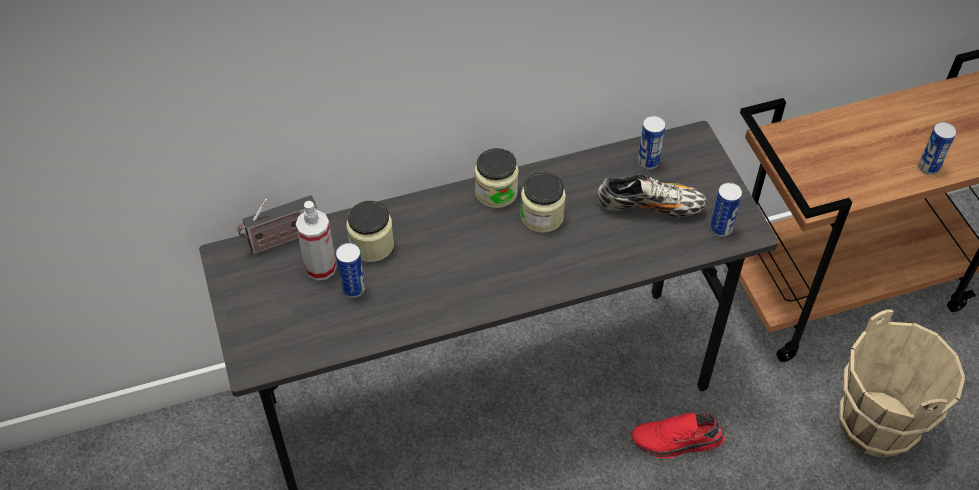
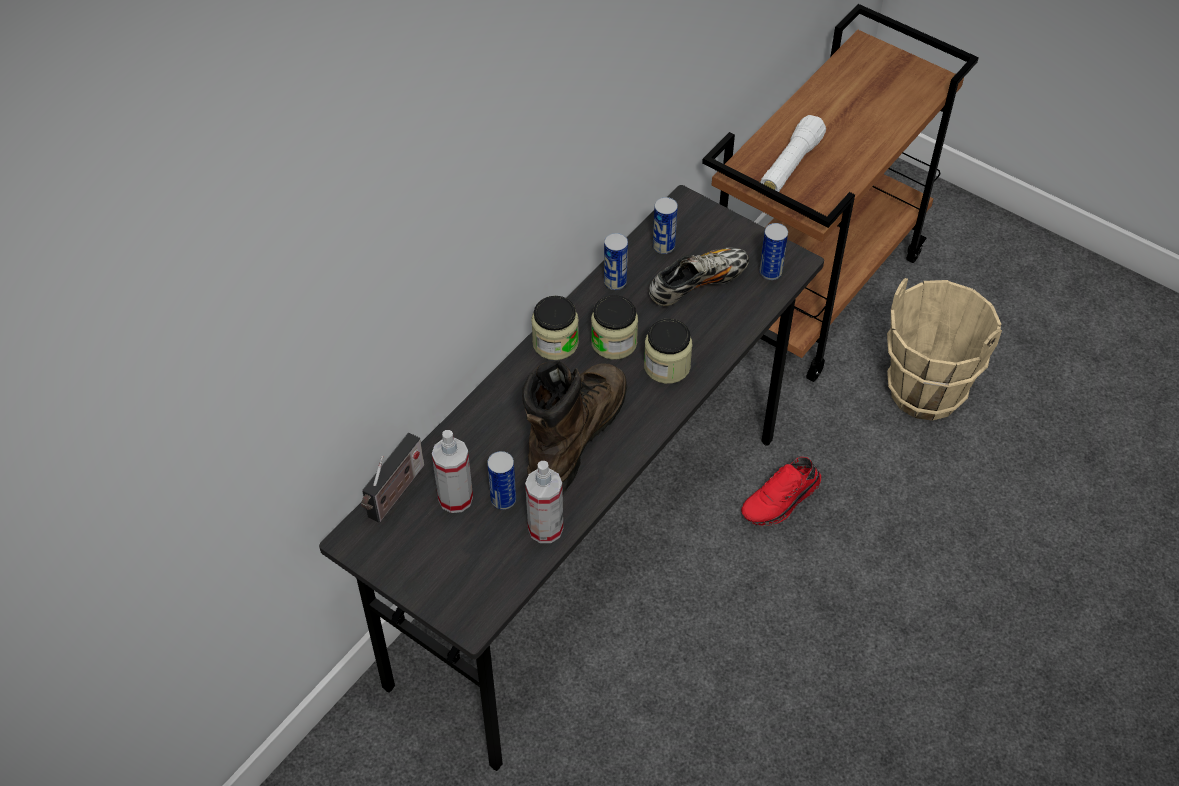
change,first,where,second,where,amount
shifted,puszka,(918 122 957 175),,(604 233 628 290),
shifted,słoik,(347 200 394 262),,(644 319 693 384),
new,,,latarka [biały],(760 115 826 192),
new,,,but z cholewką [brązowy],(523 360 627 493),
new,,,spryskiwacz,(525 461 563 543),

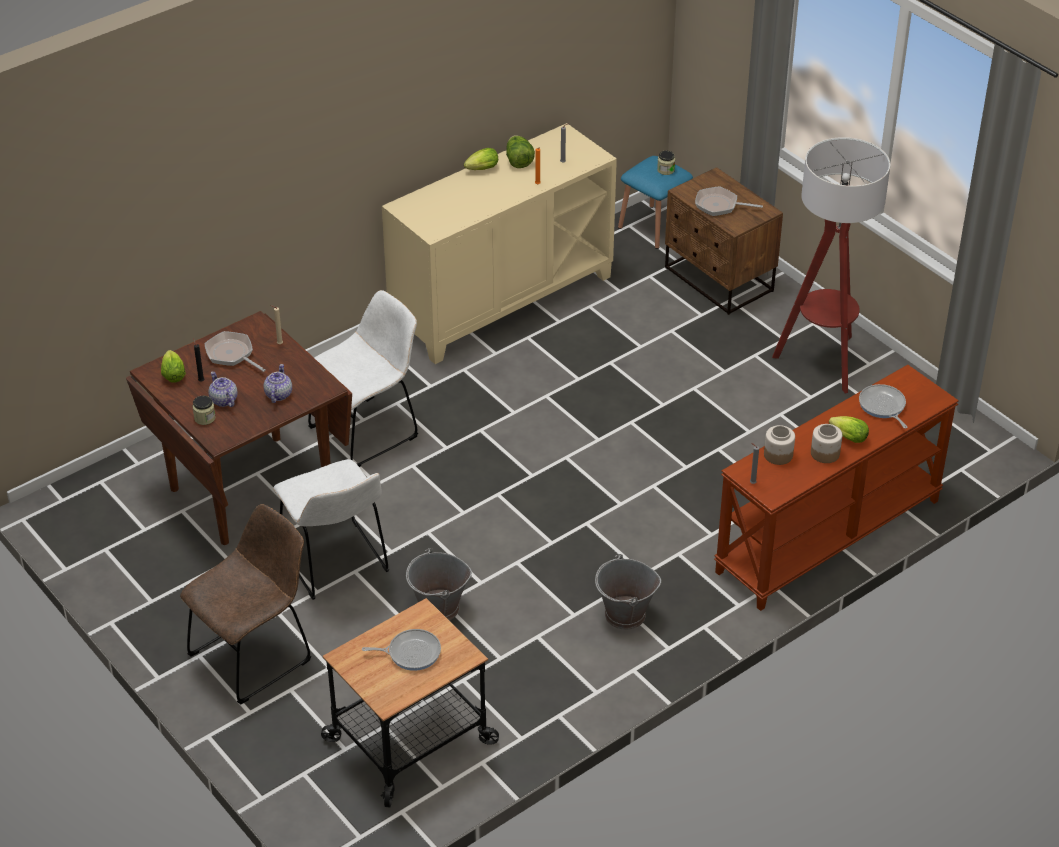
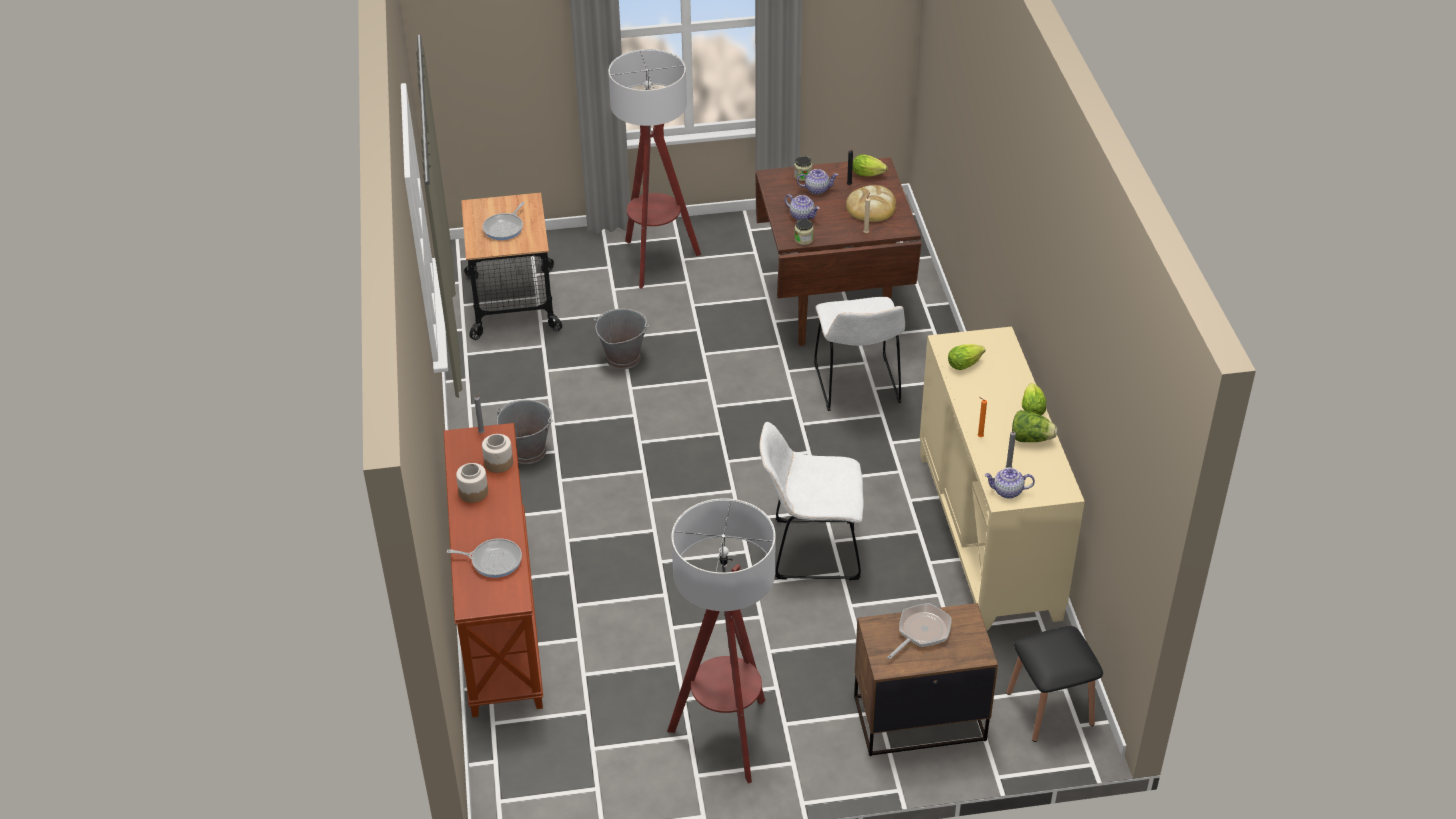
change,first,where,second,where,amount
shifted,słoik,(657 151 675 175),,(795 219 814 245),
repainted,stołek [niebieski],(618 156 693 249),stołek [czarny],(1006 626 1103 742),
swapped,patelnia,(205 331 266 372),chleb,(846 185 896 222),
shifted,sałata,(829 416 869 443),,(948 344 985 370),
shifted,krzesło [biały],(273 459 389 600),,(760 422 864 580),
swapped,krzesło [brązowy],(180 504 311 705),lampa stojąca,(608 49 701 289),
new,,,imbryk,(984 468 1035 499),

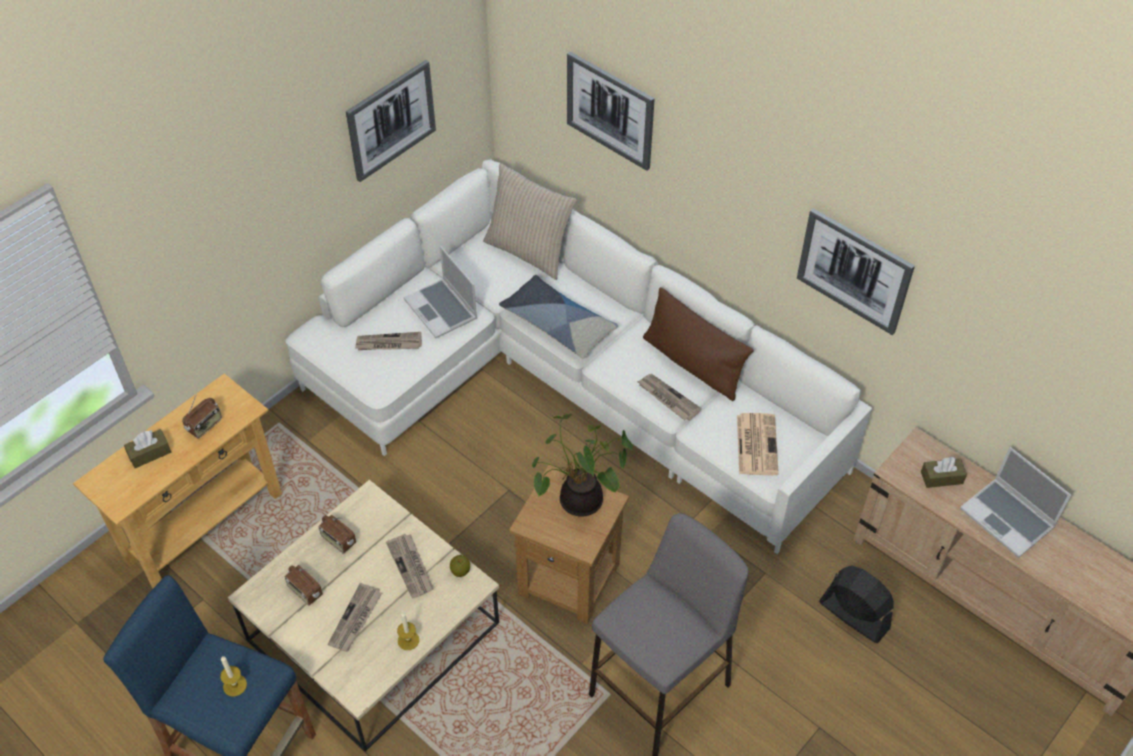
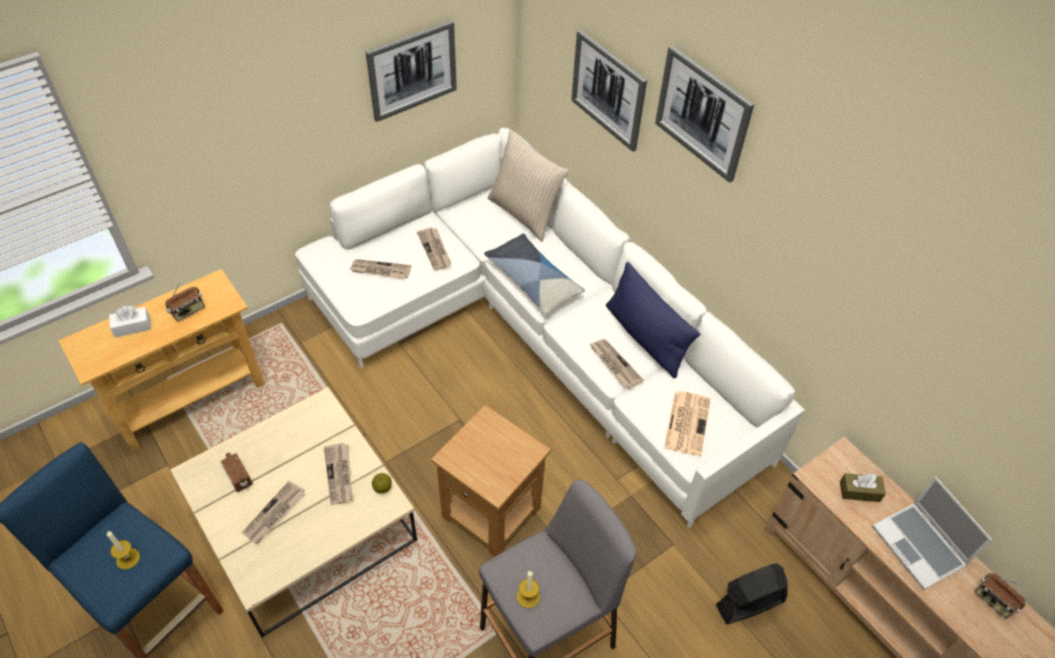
change,first,where,second,where,amount
shifted,obraz,(797 208 915 335),,(655 45 754 183),
swapped,laptop,(404 246 477 338),gazeta,(417 227 451 270),
repainted,poduszka [brązowy],(643 287 754 401),poduszka [niebieski],(606 262 700 378),
gone,roślina doniczkowa,(532 414 633 516),,,
repainted,pudełko chusteczek [brązowy],(124 429 171 468),pudełko chusteczek [biały],(109 306 151 338),
shifted,radio,(318 515 356 554),,(975 573 1025 619),
rotated,wentylator [czarny],(819 565 894 643),,(716 563 788 624),75 degrees counterclockwise
shifted,świeca,(397 612 419 650),,(517 571 540 608),

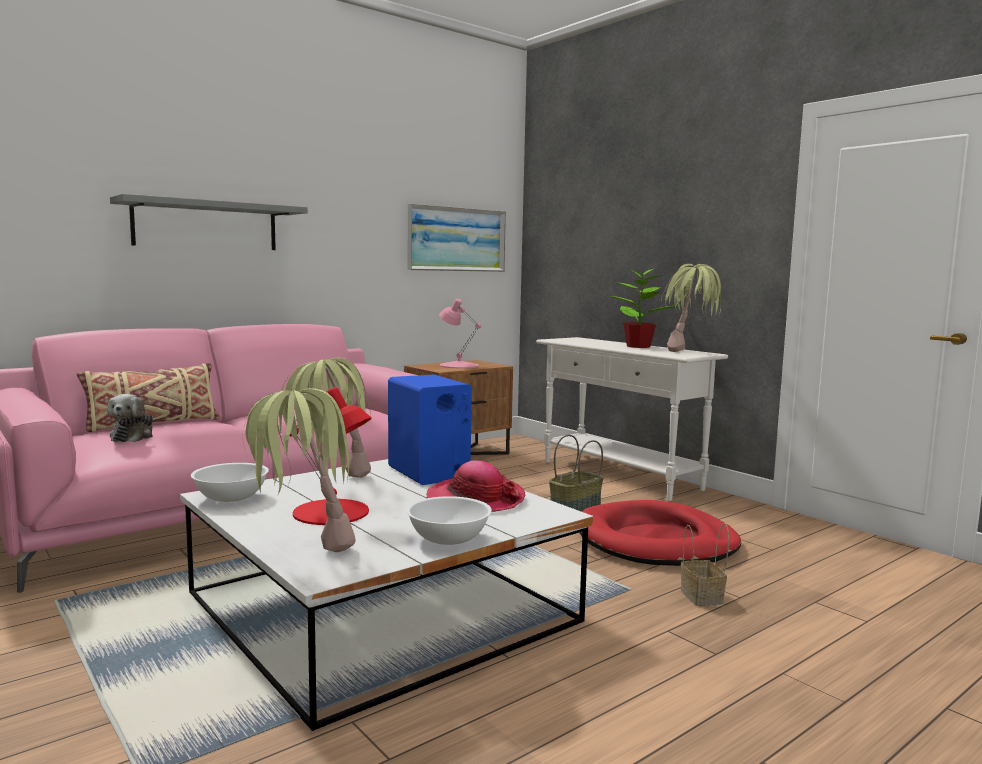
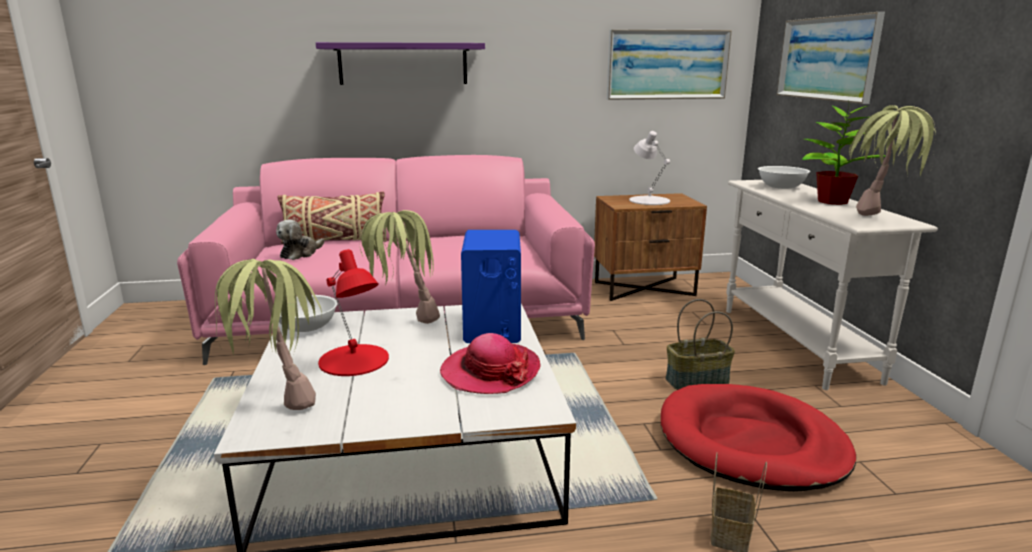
change,first,where,second,where,amount
repainted,półka [szary],(110 194 308 250),półka [fioletowy],(316 42 485 85),
repainted,lampa stołowa [różowy],(439 299 481 368),lampa stołowa [biały],(629 131 670 205),
shifted,miska [biały],(406 496 492 545),,(758 166 810 189),
new,,,obraz,(777 12 885 104),

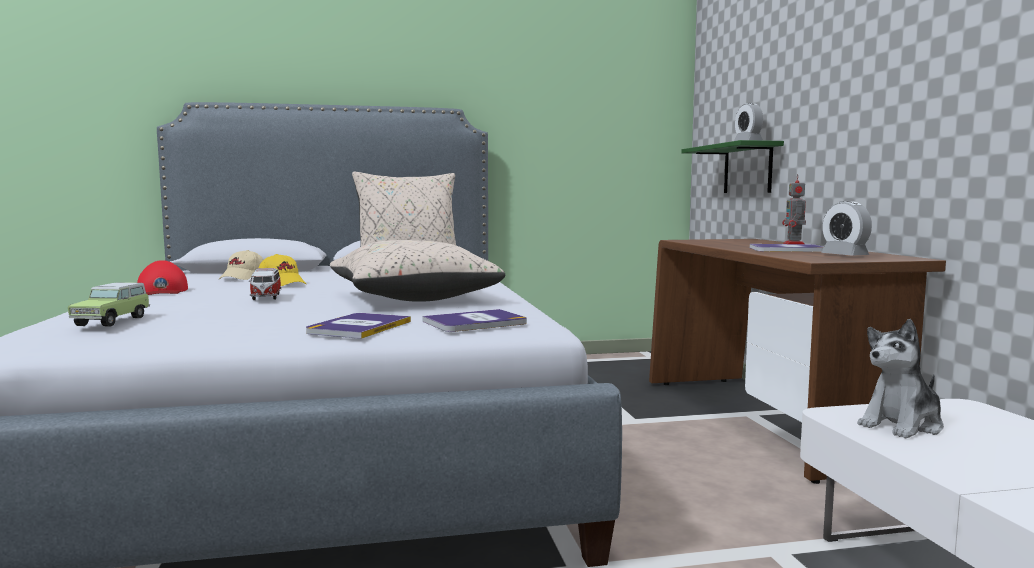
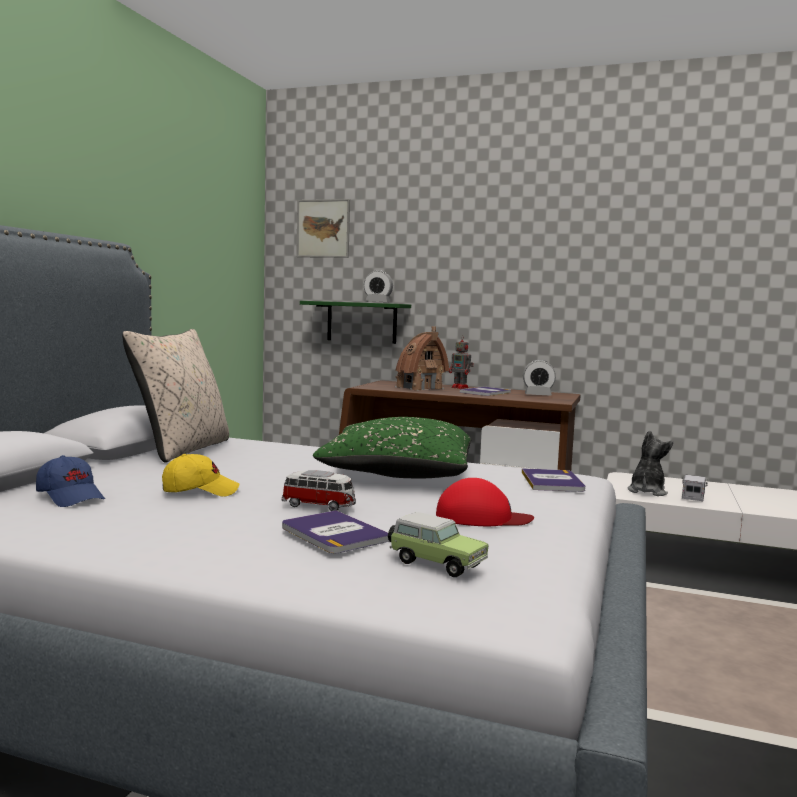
change,first,where,second,where,amount
repainted,poduszka [beżowy],(330 240 505 302),poduszka [zielony],(313 417 471 478),
repainted,czapka z daszkiem [beżowy],(219 250 263 280),czapka z daszkiem [niebieski],(36 455 105 507),
shifted,czapka z daszkiem [czerwony],(137 260 188 295),,(436 478 534 526),
shifted,książka,(306 313 411 339),,(282 510 390 553),
rotated,pluszak,(857 319 944 438),,(628 430 673 496),150 degrees counterclockwise
new,,,obraz,(296 199 350 258),
new,,,domek,(395 326 449 391),
new,,,ciężarówka zabawkowa,(682 475 708 501),

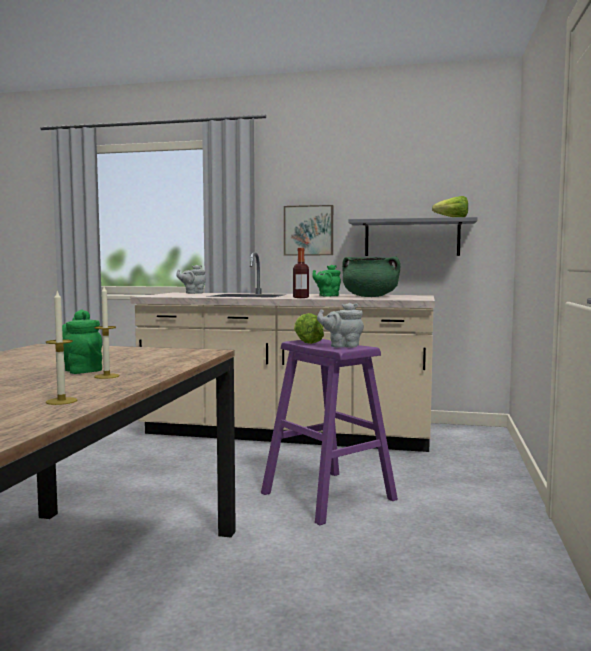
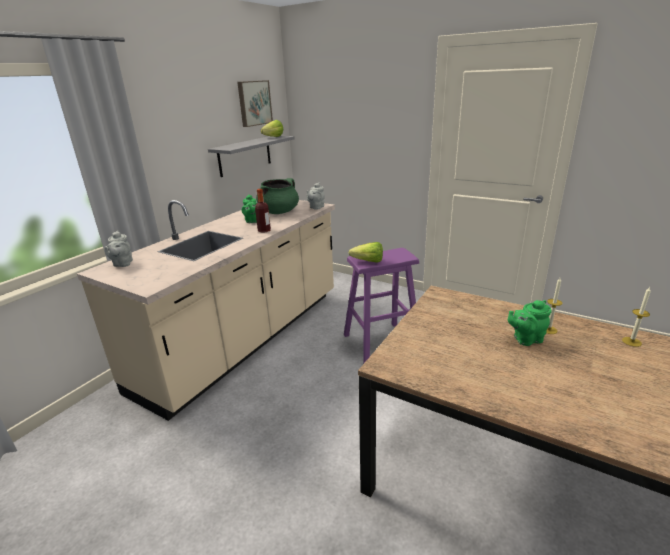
change,first,where,second,where,amount
shifted,obraz,(284 205 333 255),,(237 80 273 127),
shifted,imbryk [szary],(317 303 364 348),,(307 183 325 210),

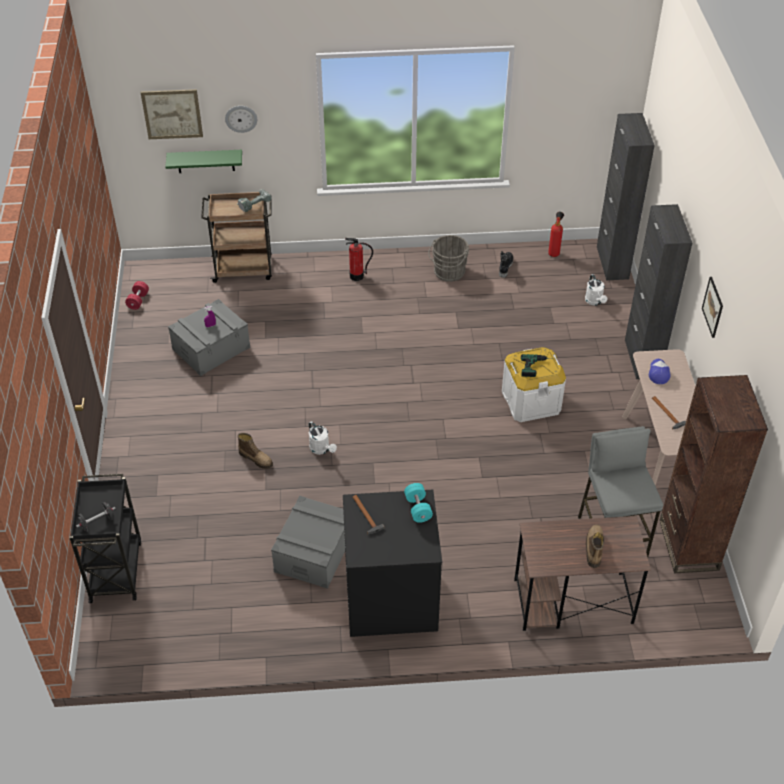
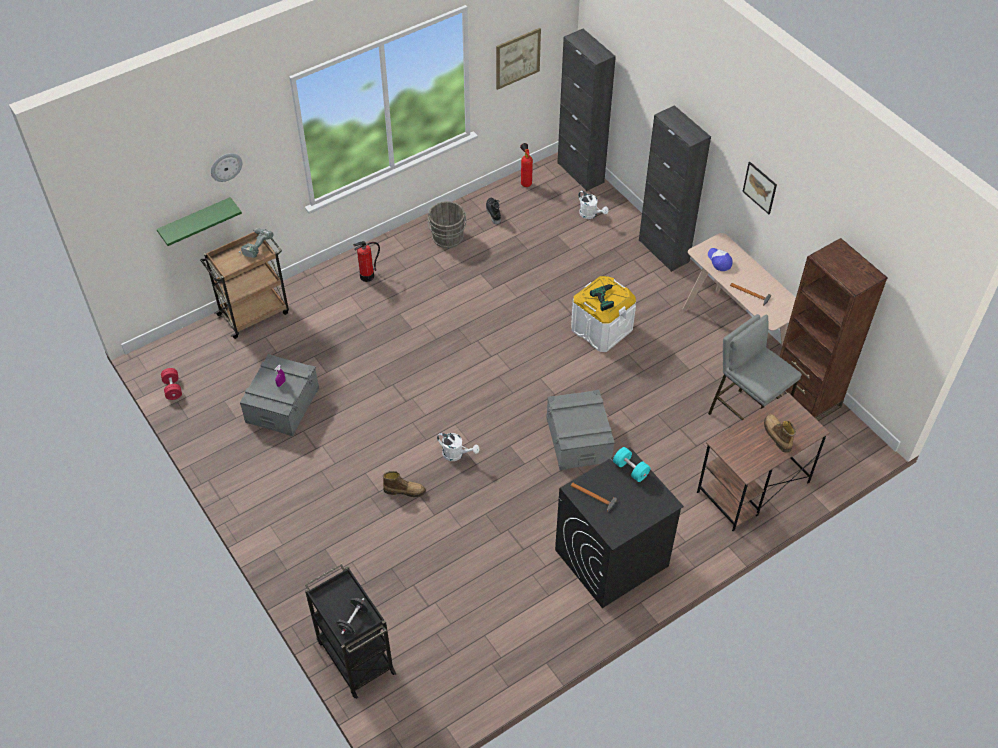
change,first,where,second,where,amount
shifted,obraz,(141 89 203 139),,(496 28 541 90),
shifted,pojemnik do przechowywania [szary],(271 496 345 589),,(546 390 615 470),

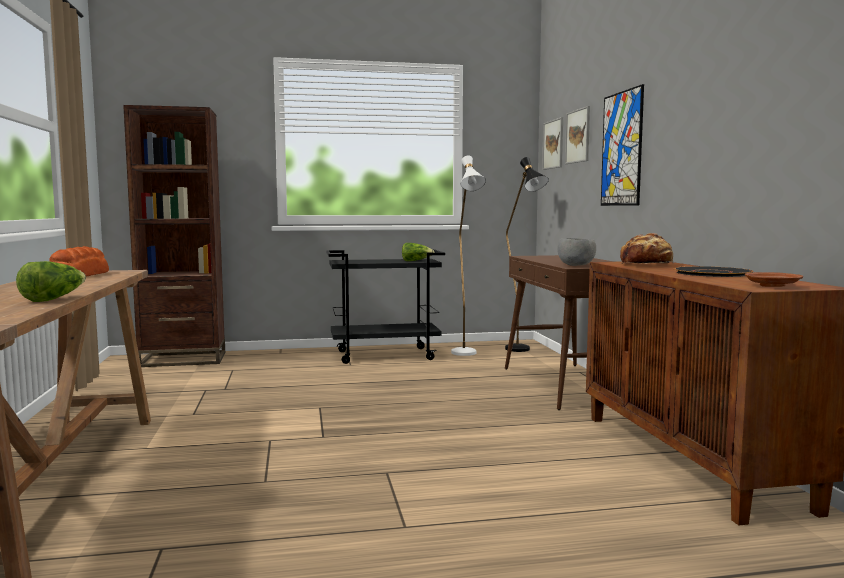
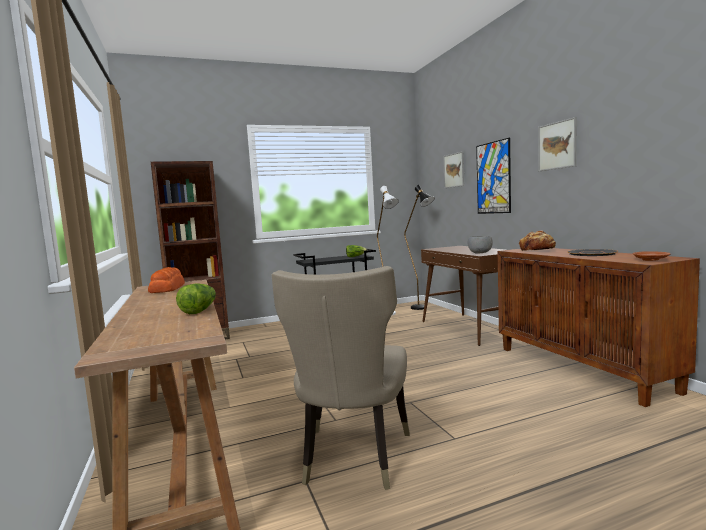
change,first,where,second,where,amount
shifted,obraz,(542 117 563 170),,(538 117 577 171),
new,,,krzesło [beżowy],(271 266 410 490),

